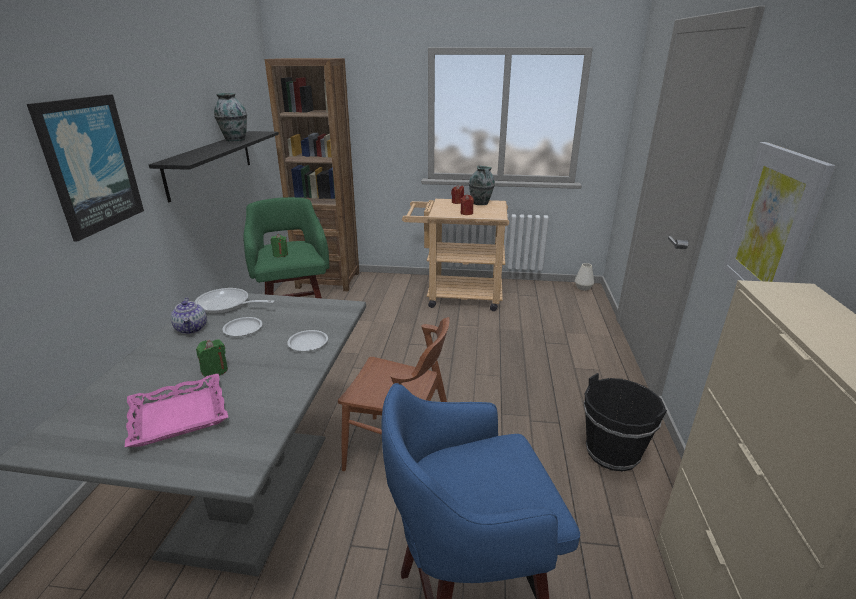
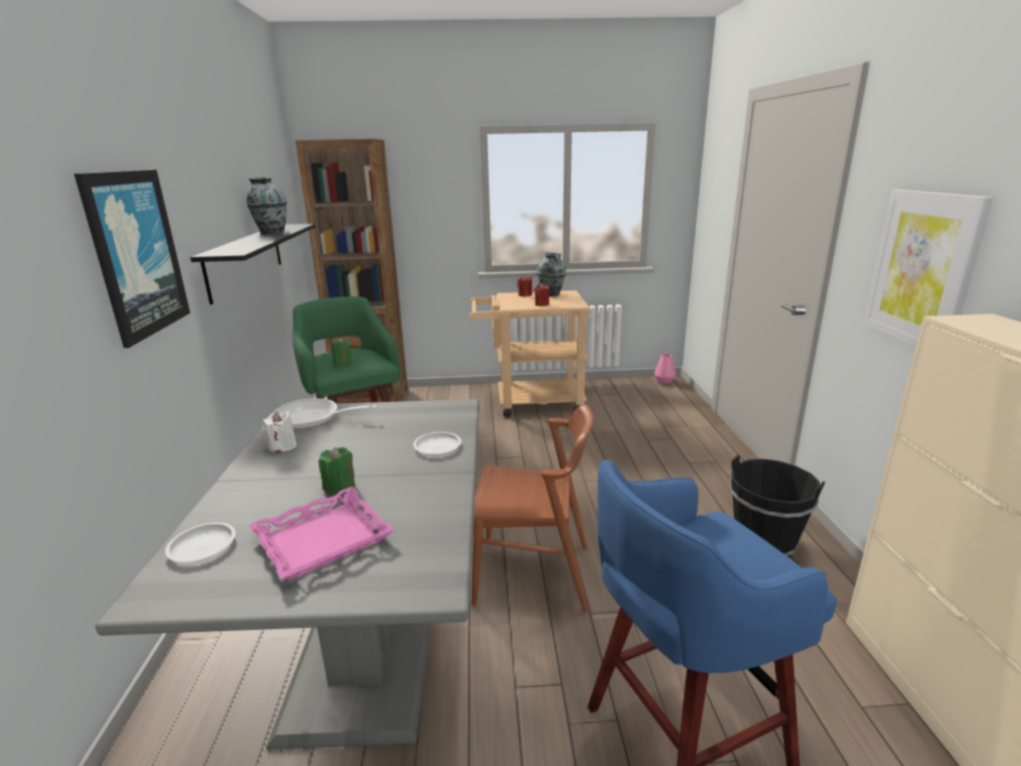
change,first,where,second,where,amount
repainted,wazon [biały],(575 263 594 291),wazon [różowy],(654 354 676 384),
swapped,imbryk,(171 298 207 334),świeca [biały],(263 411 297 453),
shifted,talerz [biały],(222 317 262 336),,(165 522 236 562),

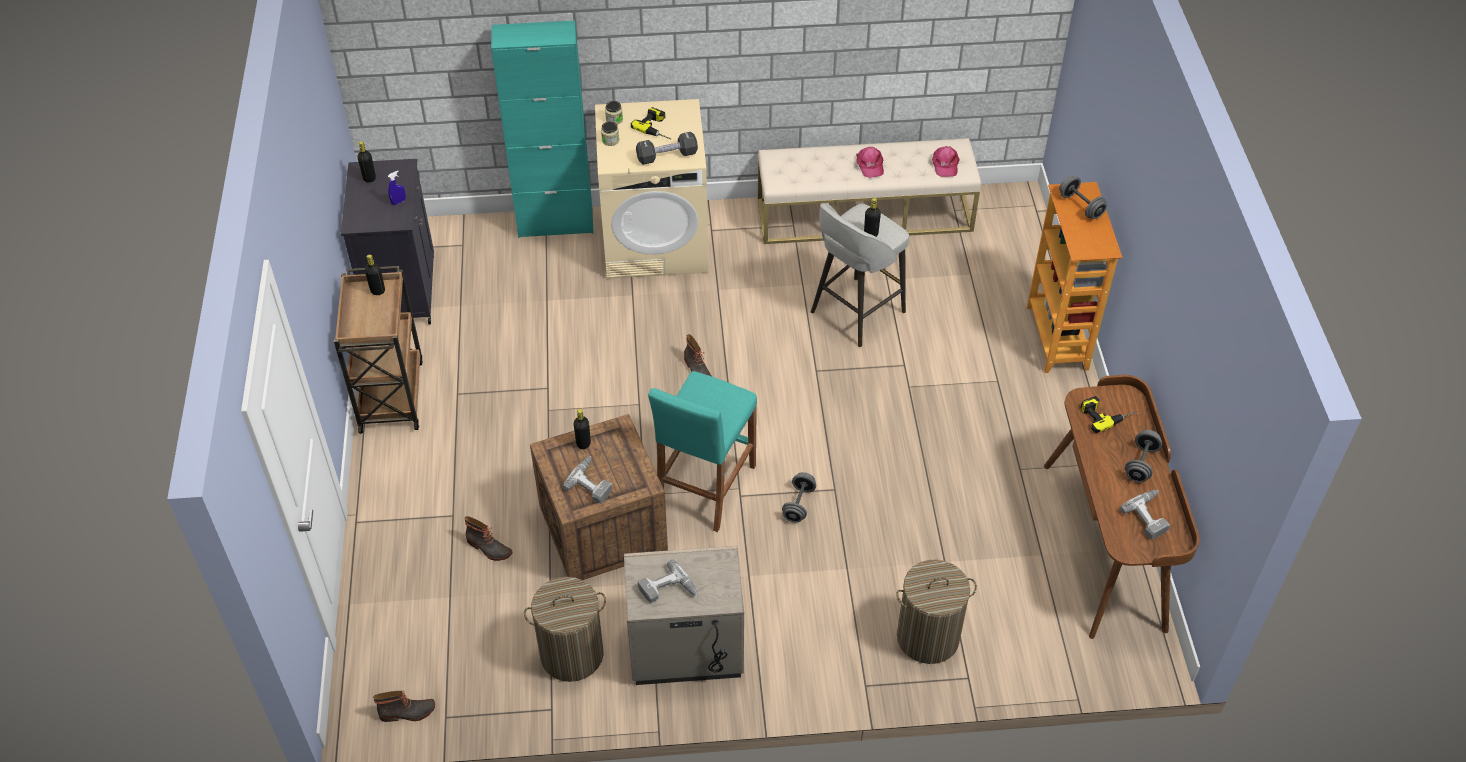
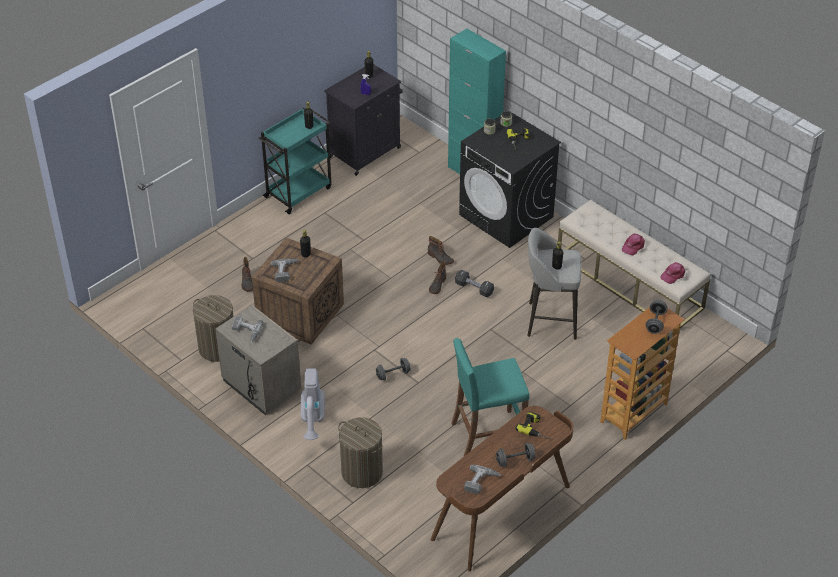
change,first,where,second,where,amount
repainted,pralka [beżowy],(595 99 708 279),pralka [czarny],(459 112 561 248),
shifted,hantel [czarny],(636 132 698 165),,(455 270 494 297),
repainted,wózek [brązowy],(334 266 423 434),wózek [turkusowy],(258 108 331 214),
shifted,stołek [turkusowy],(648 371 757 532),,(451 338 530 456),
shifted,but z cholewką,(373 691 435 722),,(428 236 454 265),
new,,,odkurzacz,(301 368 325 440),

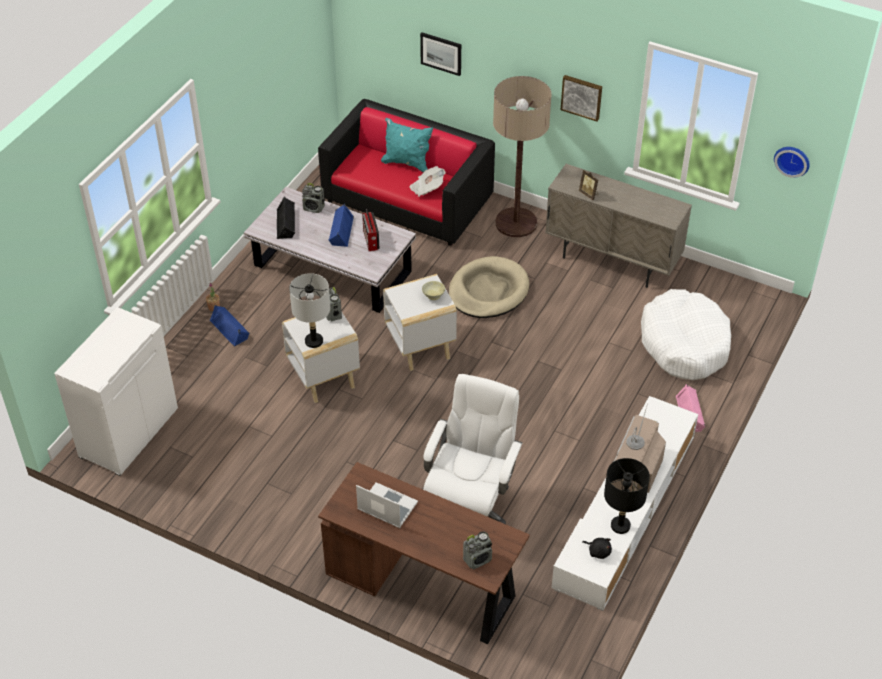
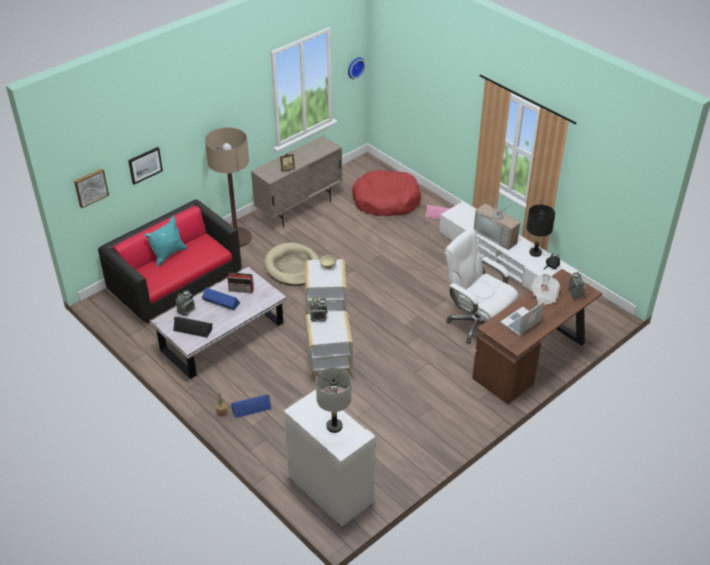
change,first,where,second,where,amount
shifted,obraz,(561 75 602 121),,(74 169 109 208),
shifted,gazeta,(409 166 446 197),,(531 274 560 305),
shifted,lampa stołowa [szary],(289 273 330 348),,(316 368 351 433),
repainted,legowisko [biały],(641 289 731 380),legowisko [czerwony],(352 170 421 216),

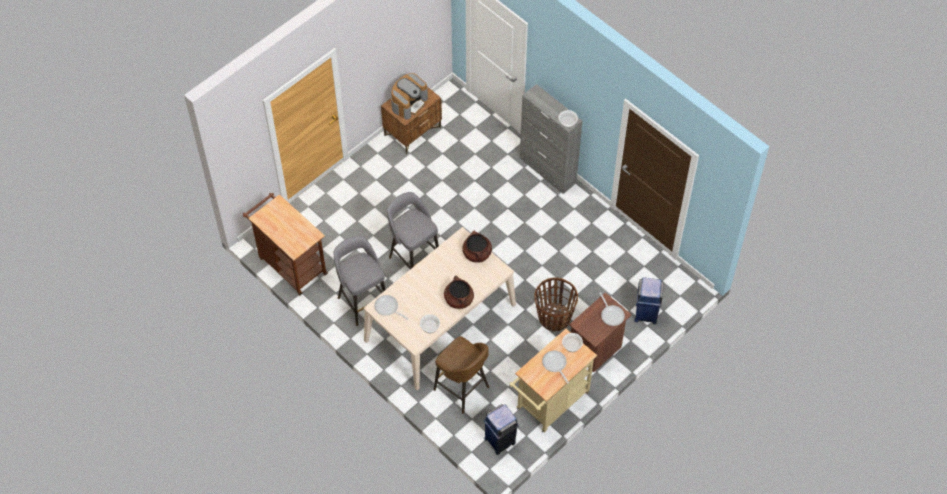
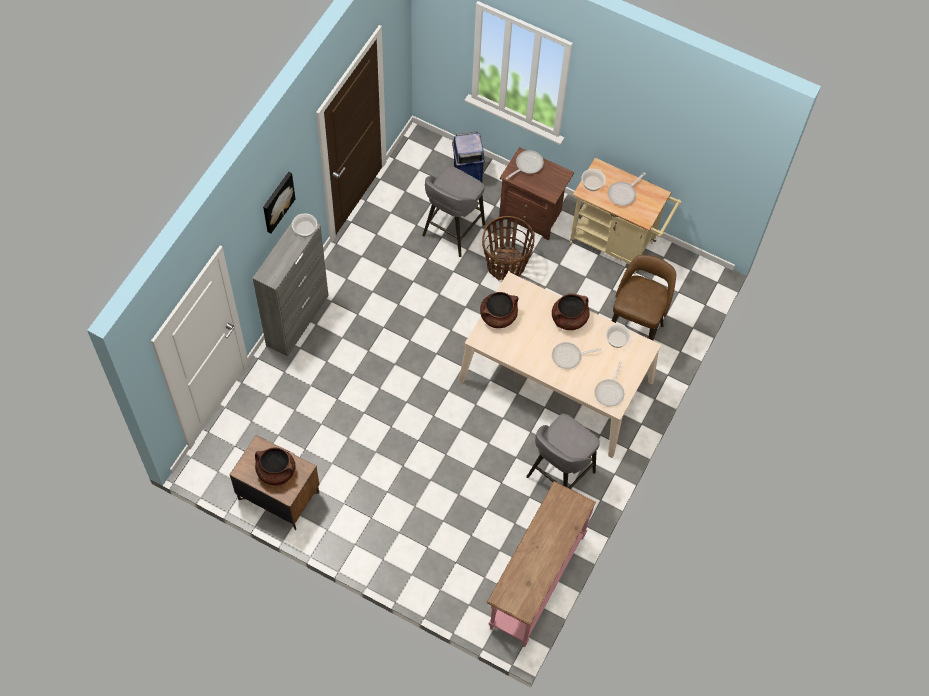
change,first,where,second,where,amount
swapped,ekspres do kawy,(391 73 428 120),garnek [brązowy],(255 447 295 485),
shifted,stołek [szary],(387 192 439 269),,(422 166 485 257),
swapped,wózek [brązowy],(243 193 328 296),stolik konsolowy [różowy],(487 481 596 647),
gone,kosz na śmieci [niebieski],(483 404 519 455),,,
new,,,obraz,(263 172 295 234),
new,,,patelnia,(552 342 601 369),

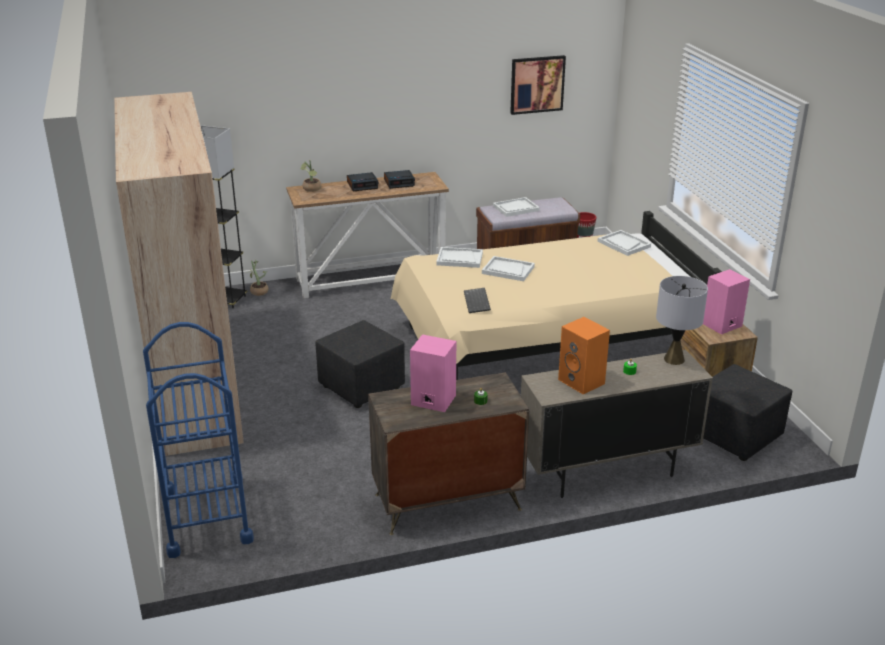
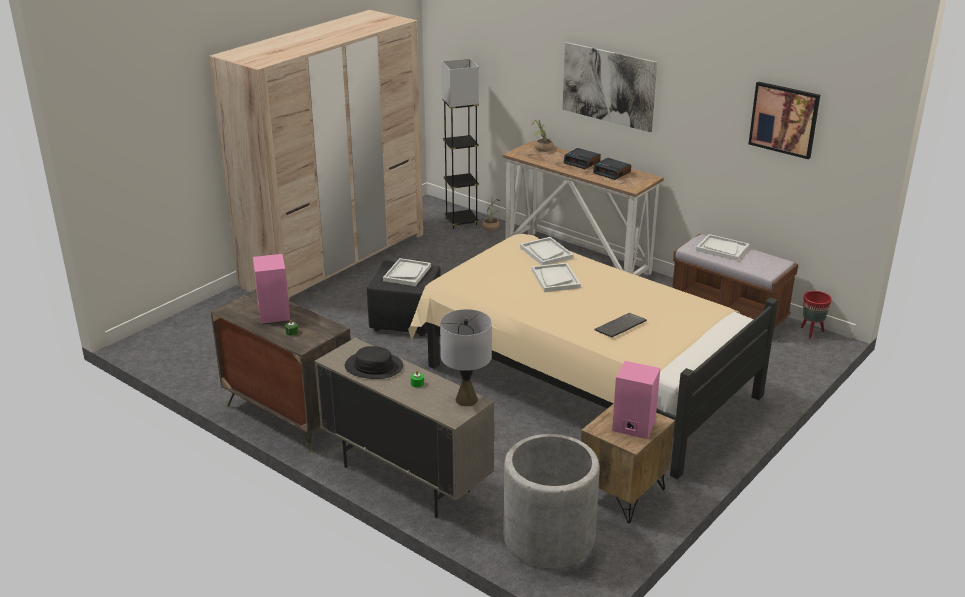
change,first,where,second,where,amount
shifted,taca [biały],(597 230 651 256),,(383 258 431 286),
shifted,klawiatura,(464 288 491 313),,(595 313 647 338),
swapped,głośnik [pomarańczowy],(558 317 610 395),kapelusz [czarny],(345 346 403 379),
gone,wózek [niebieski],(143 322 254 558),,,
swapped,pufa [czarny],(703 364 792 461),donica [szary],(503 434 600 568),
new,,,obraz,(563 42 657 132),

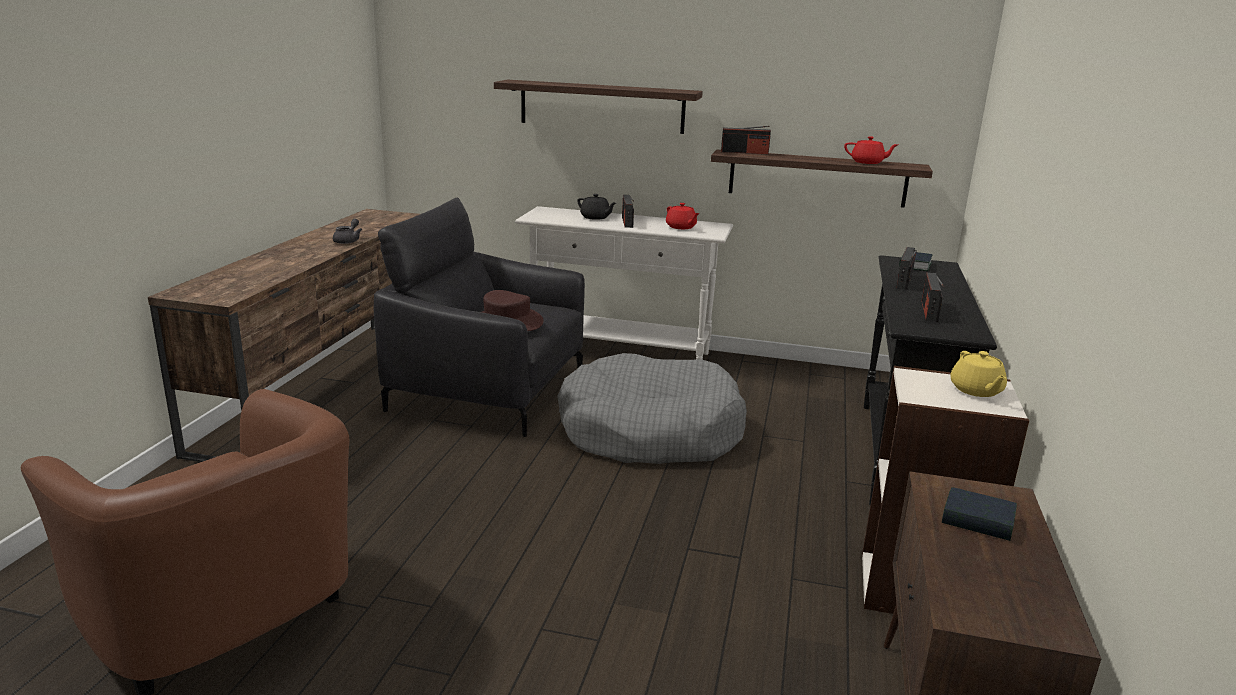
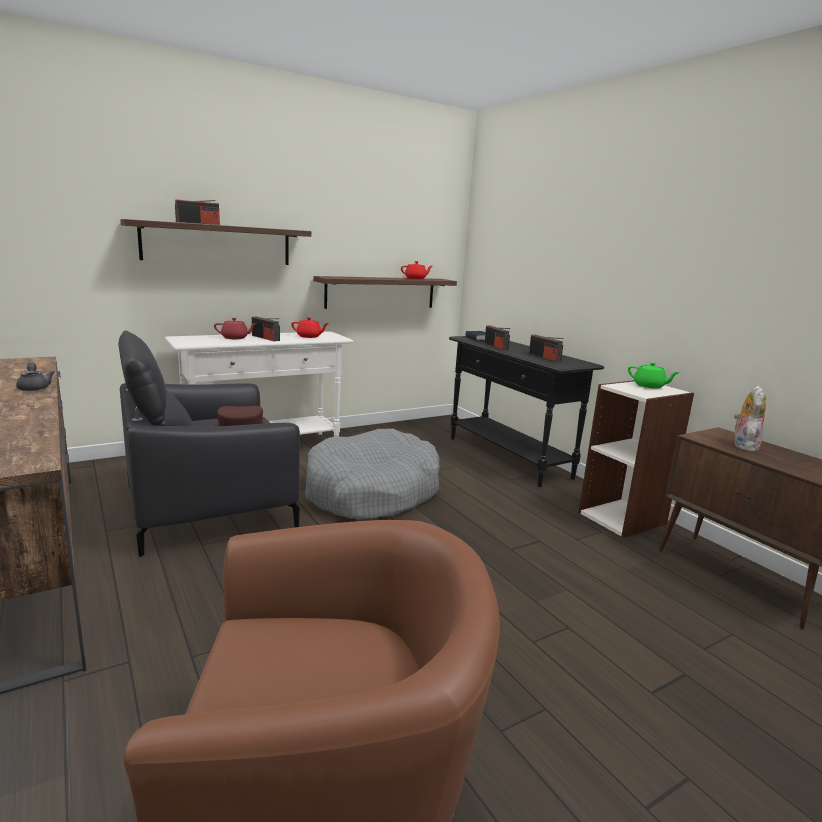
change,first,where,second,where,amount
shifted,radio,(721 126 771 154),,(175 200 220 225),
repainted,imbryk [czarny],(577 194 616 220),imbryk [czerwony],(214 318 256 339),
repainted,imbryk [żółty],(951 351 1007 397),imbryk [zielony],(628 362 680 389),
swapped,książka,(942 487 1017 541),pluszak,(734 386 766 452),

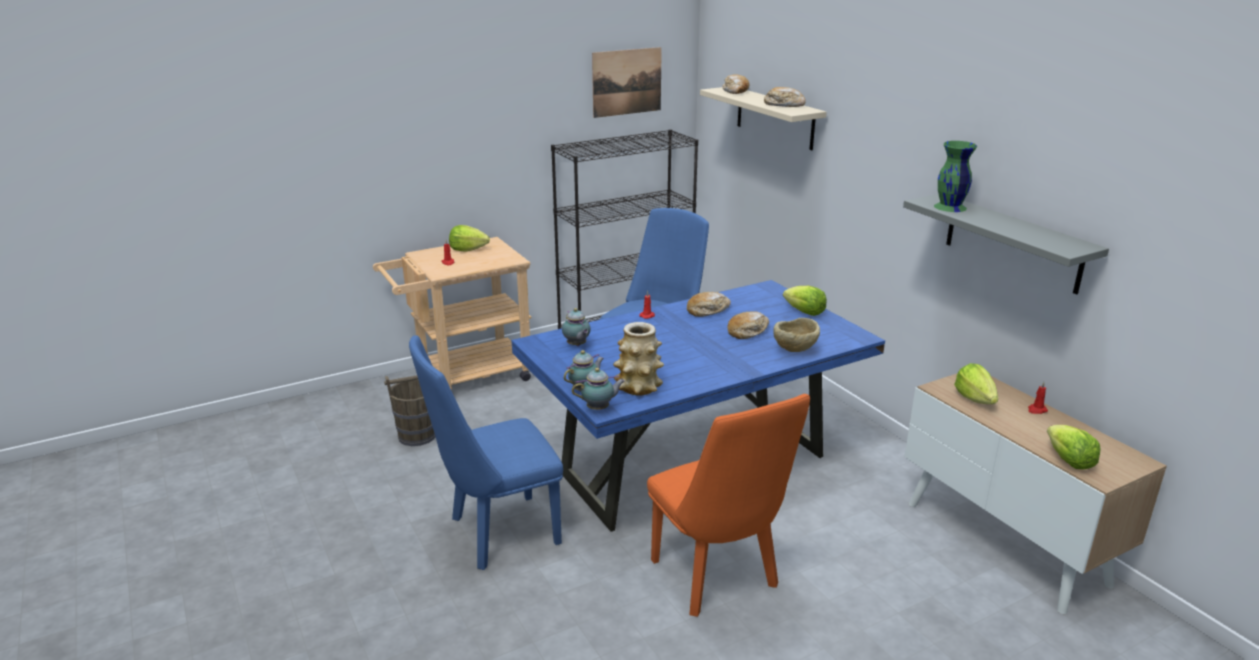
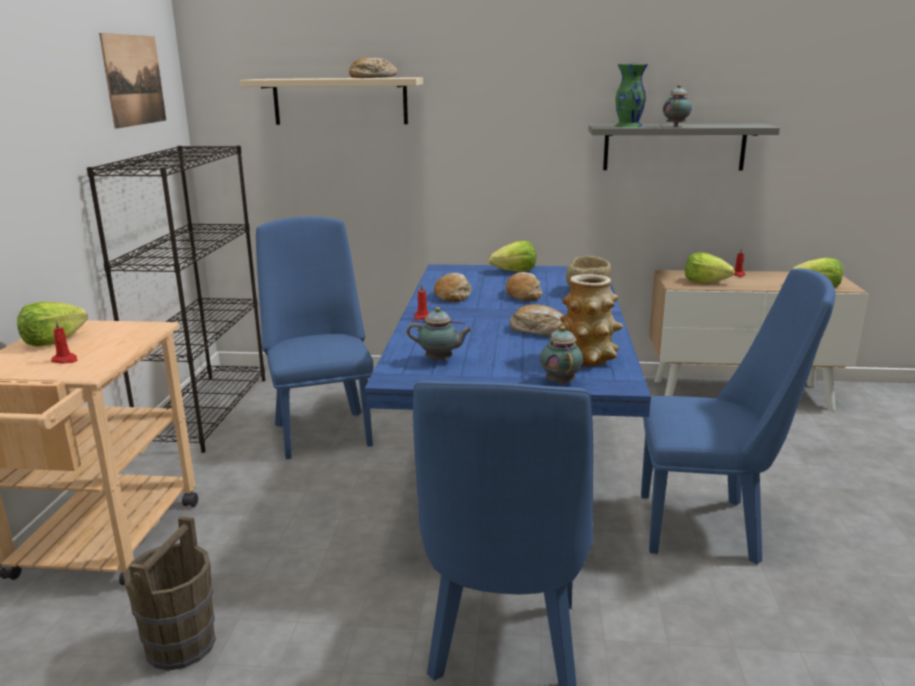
change,first,where,second,where,amount
shifted,chleb,(722 74 749 94),,(510 304 564 336),
shifted,imbryk,(572 368 625 410),,(663 85 692 127),
repainted,krzesło [pomarańczowy],(647 394 810 617),krzesło [niebieski],(641 268 836 564),

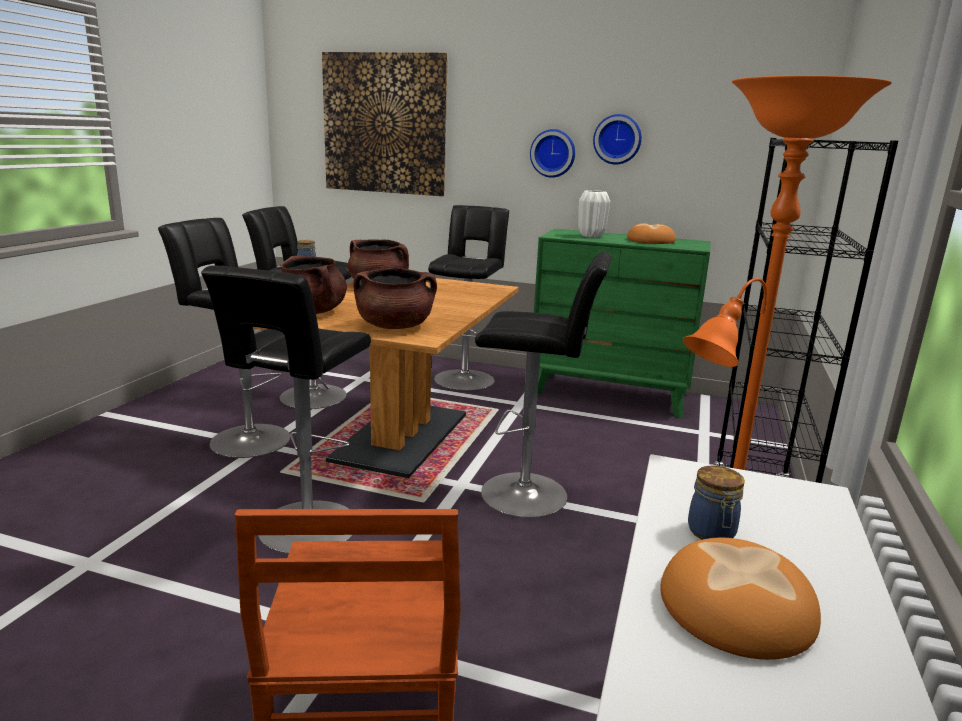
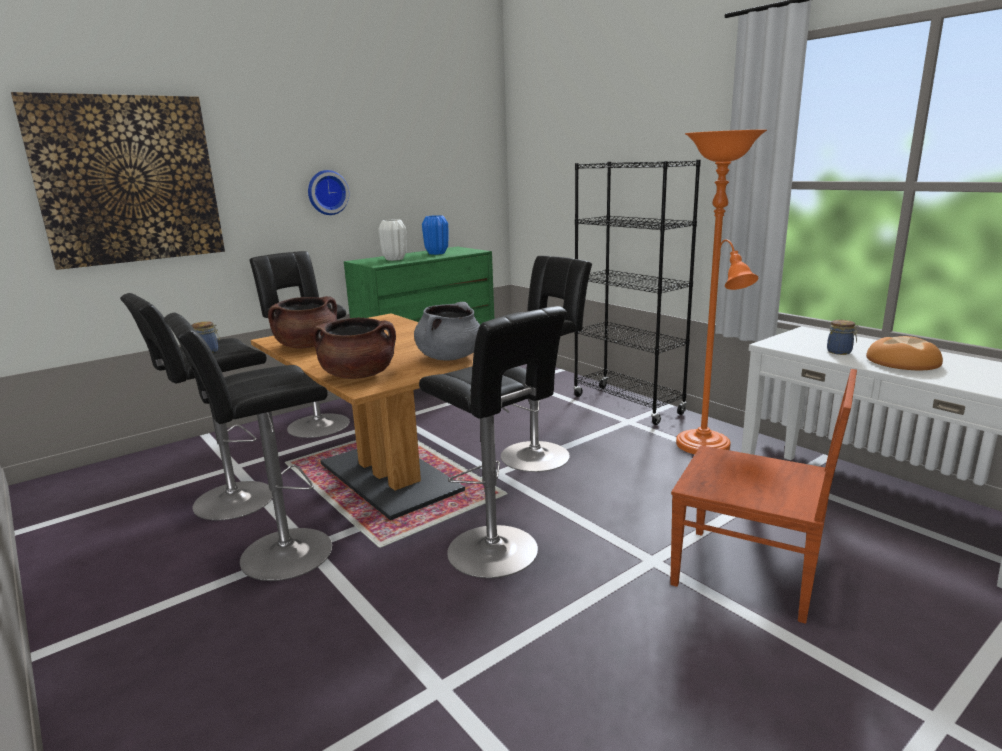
change,first,where,second,where,amount
gone,zegar ścienny,(593 114 642 165),,,
swapped,chleb,(627 223 675 244),wazon [niebieski],(422 215 448 255),
repainted,garnek [brązowy],(353 268 437 329),garnek [szary],(414 302 480 360),

